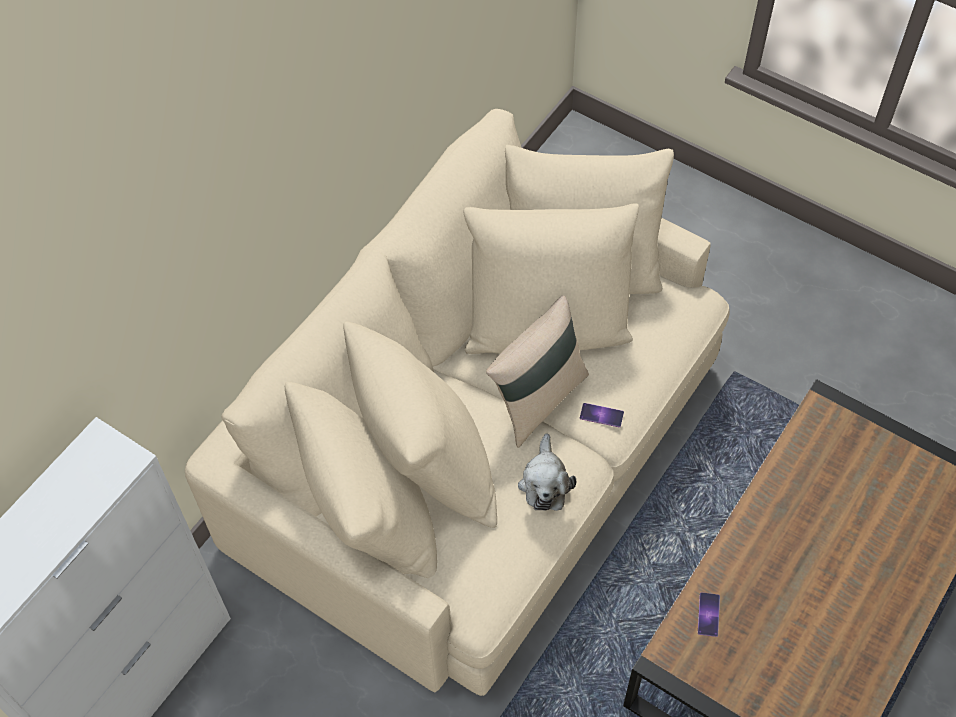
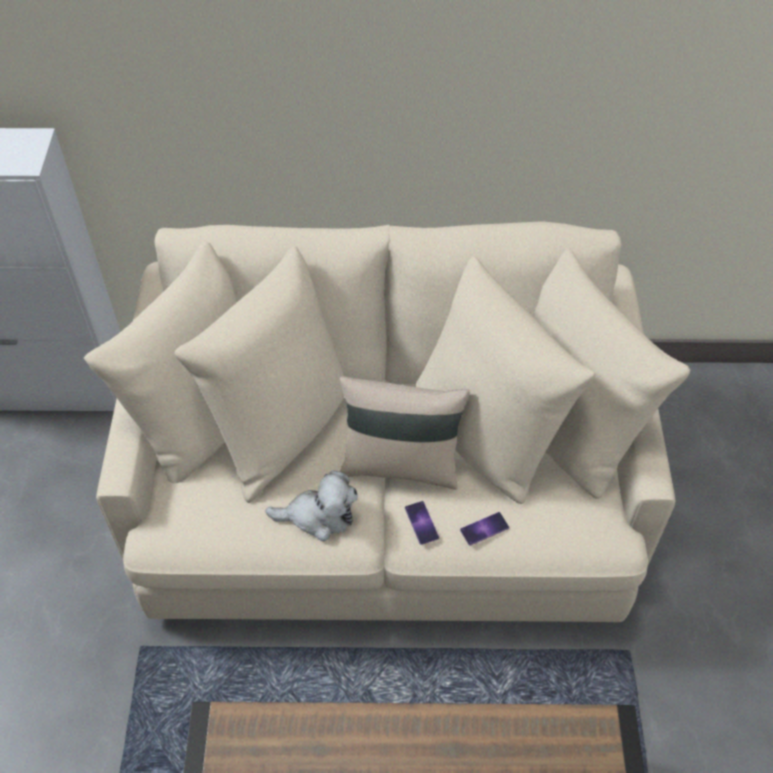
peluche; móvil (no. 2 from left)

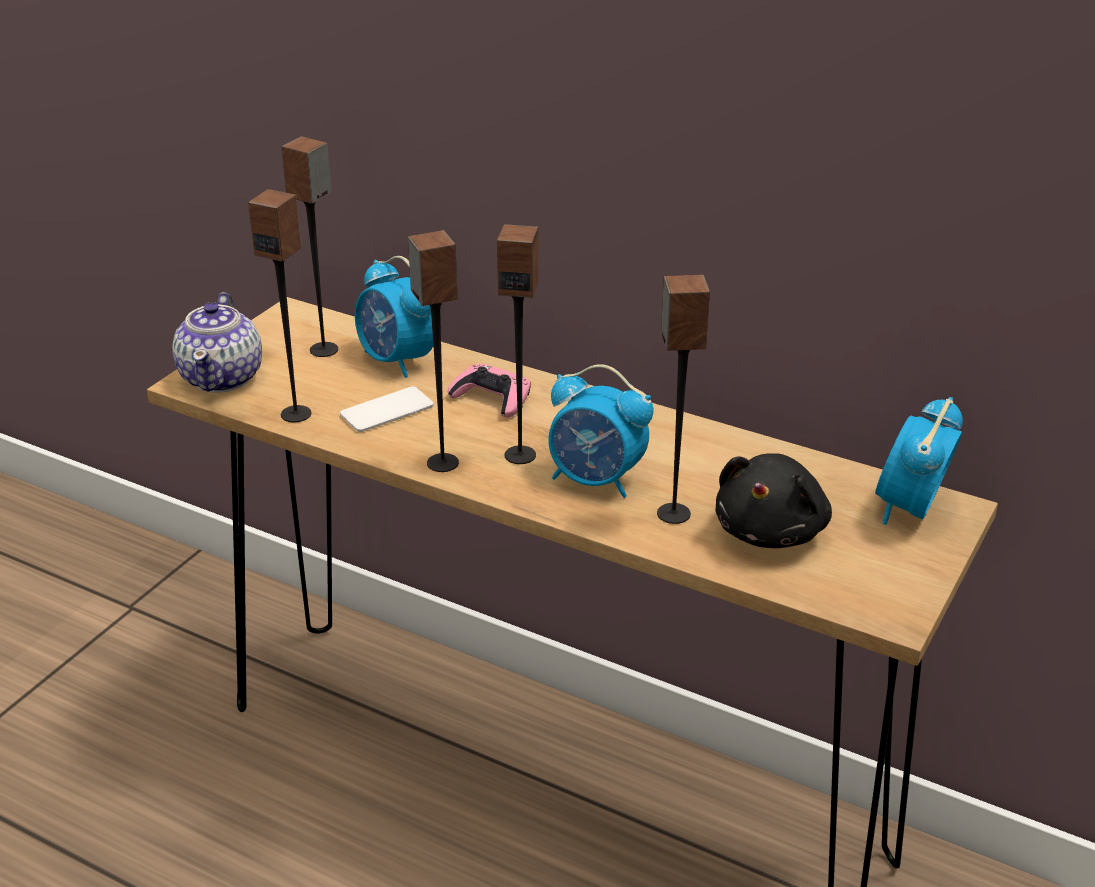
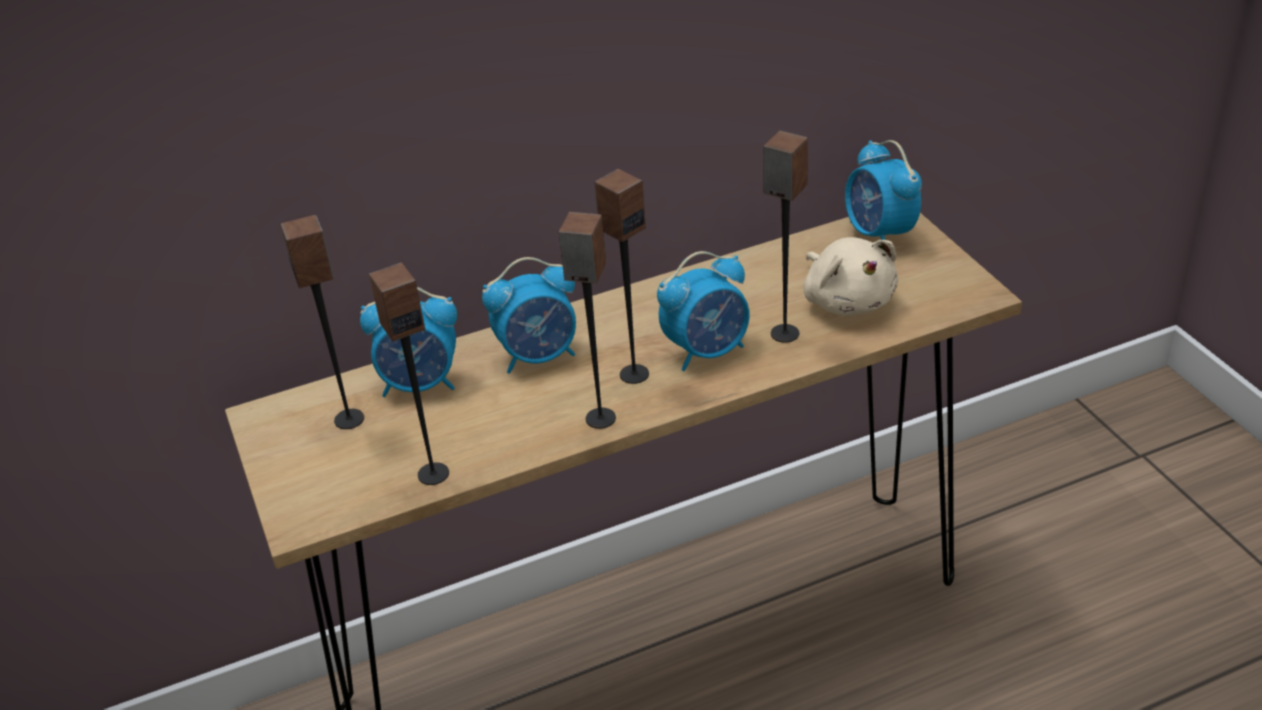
tetera; despertador (no. 2 from left); móvil; peluche/beis

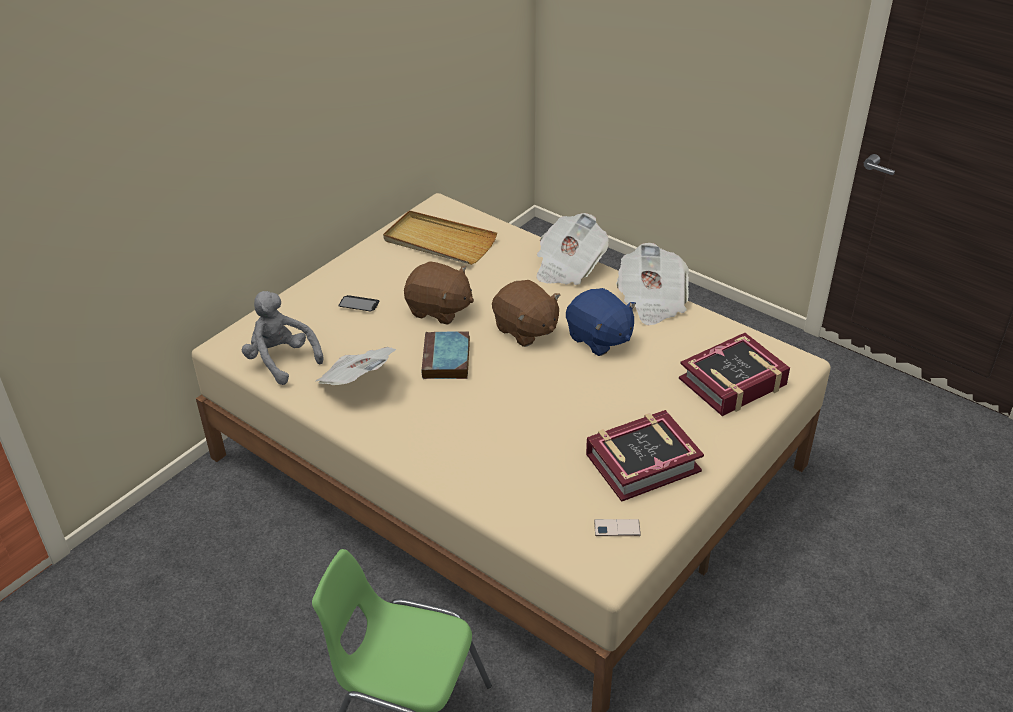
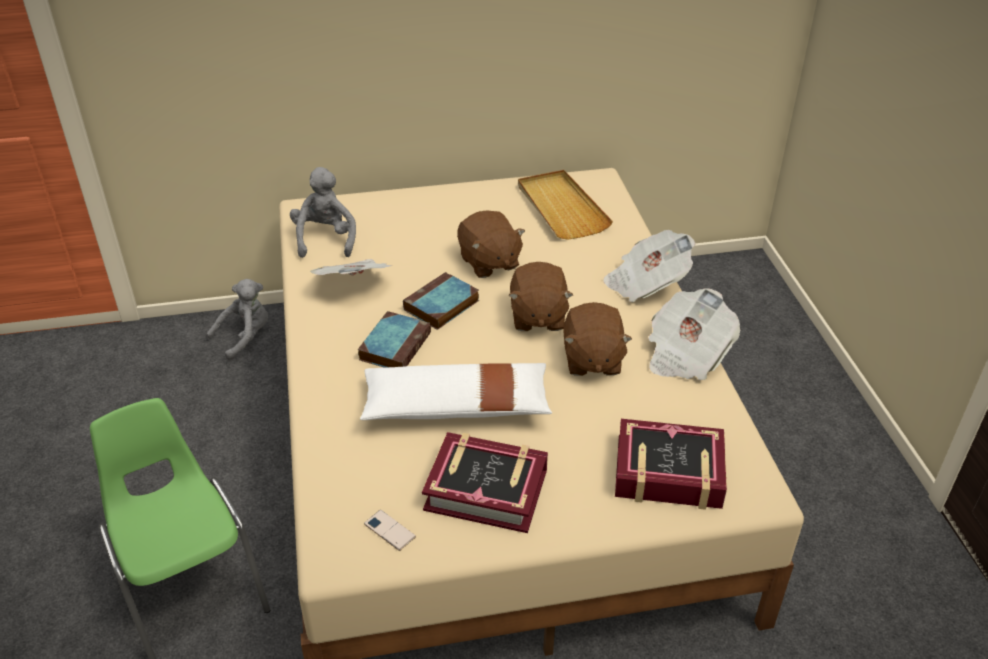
peluche/marrón (no. 3 from left); móvil (no. 1 from left in the first image); peluche/gris (no. 1 from left); libro (no. 1 from left); cojín/blanco

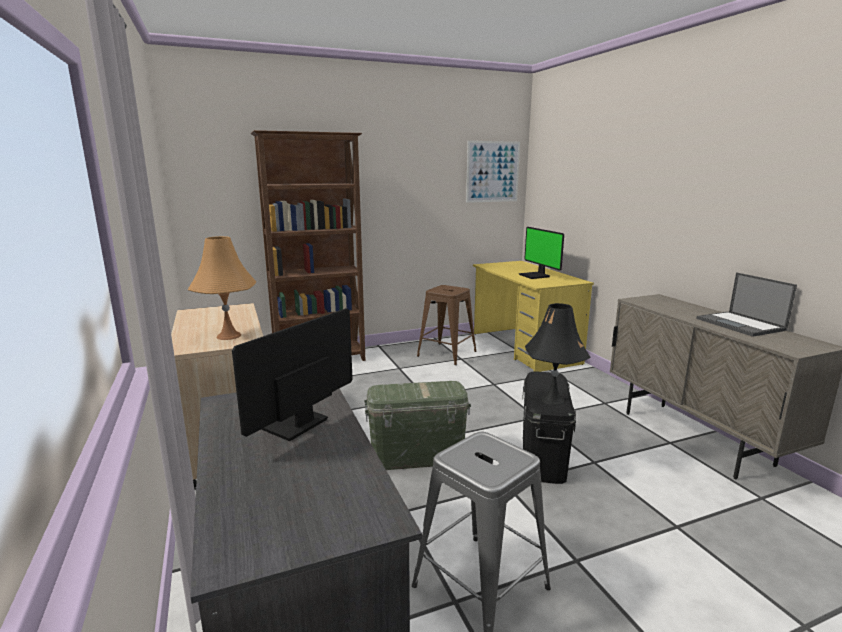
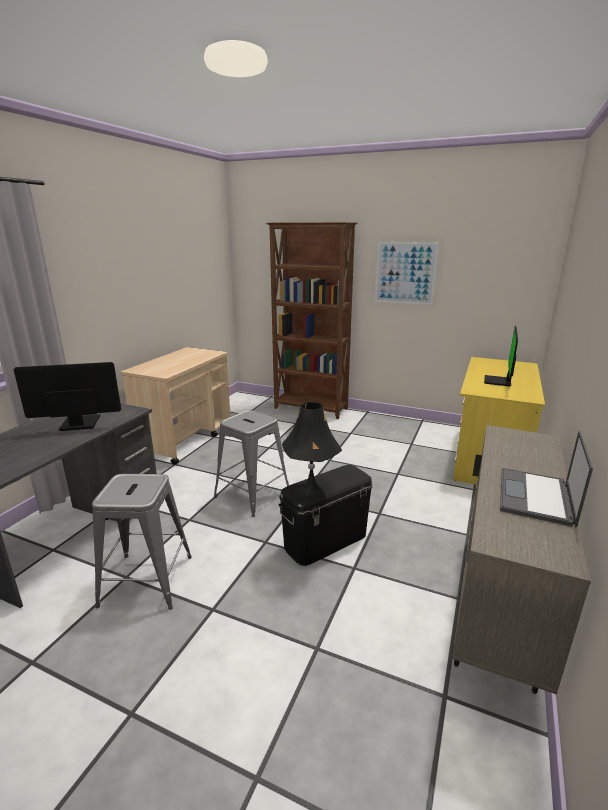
cuadro; lámpara de mesa/naranja; taburete/marrón; taburete/gris (no. 2 from left)

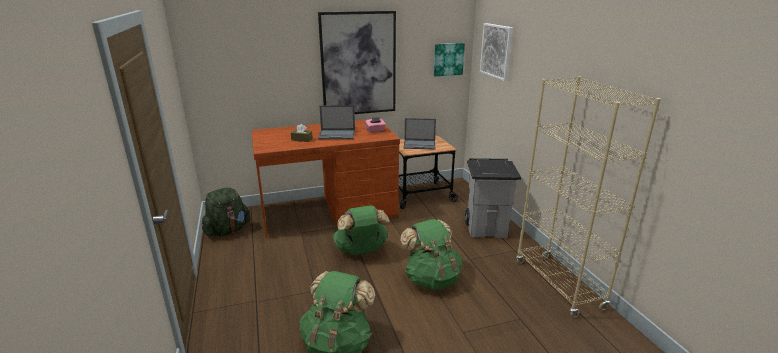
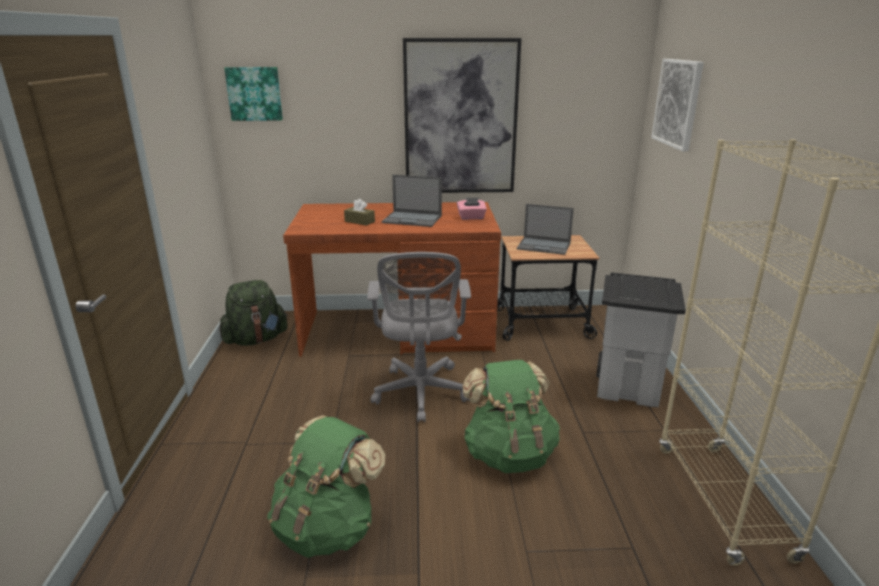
cuadro (no. 1 from left); silla de oficina/gris

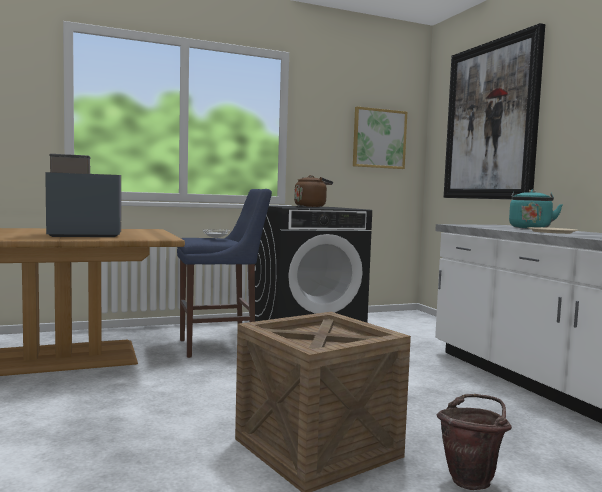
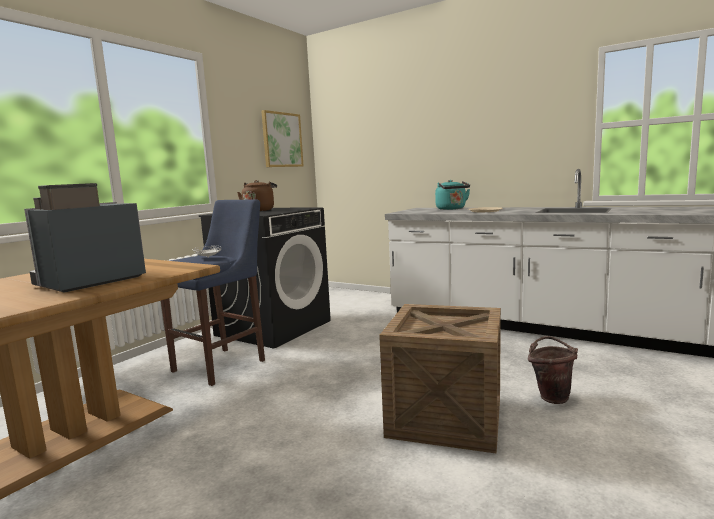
cuadro (no. 2 from left in the first image)

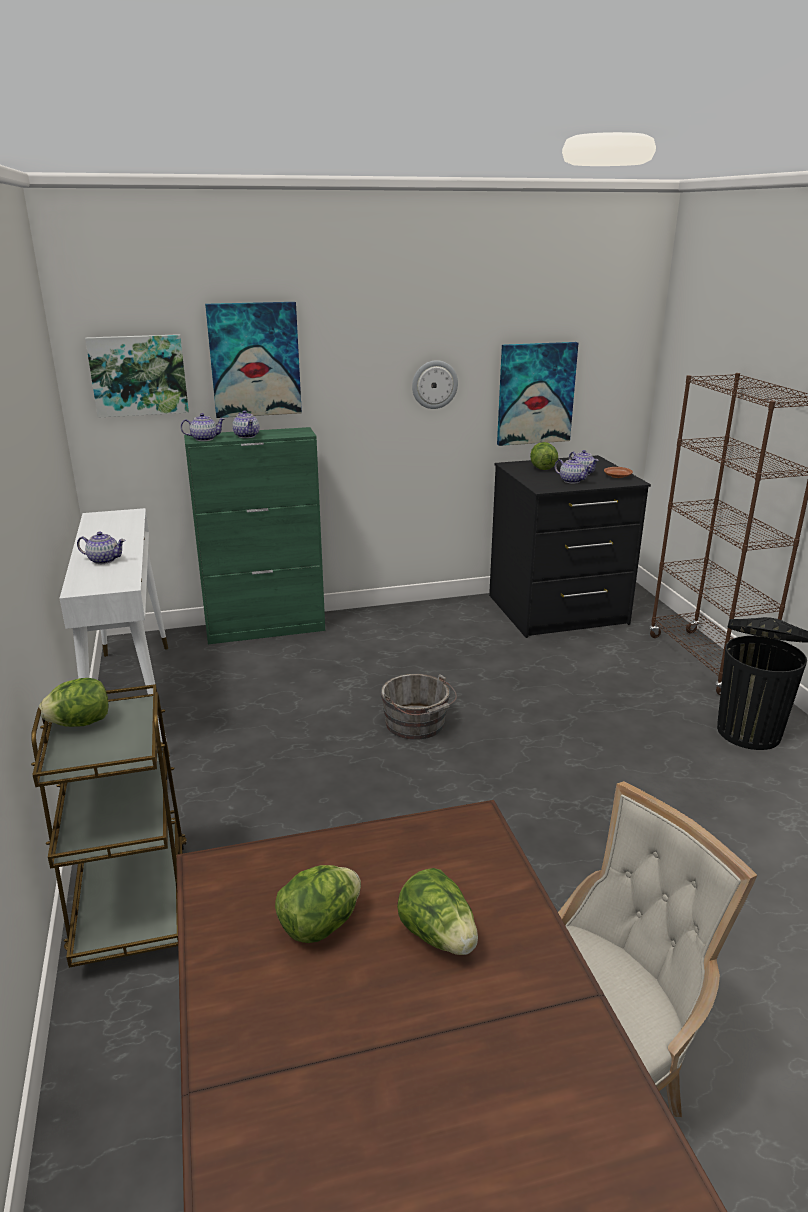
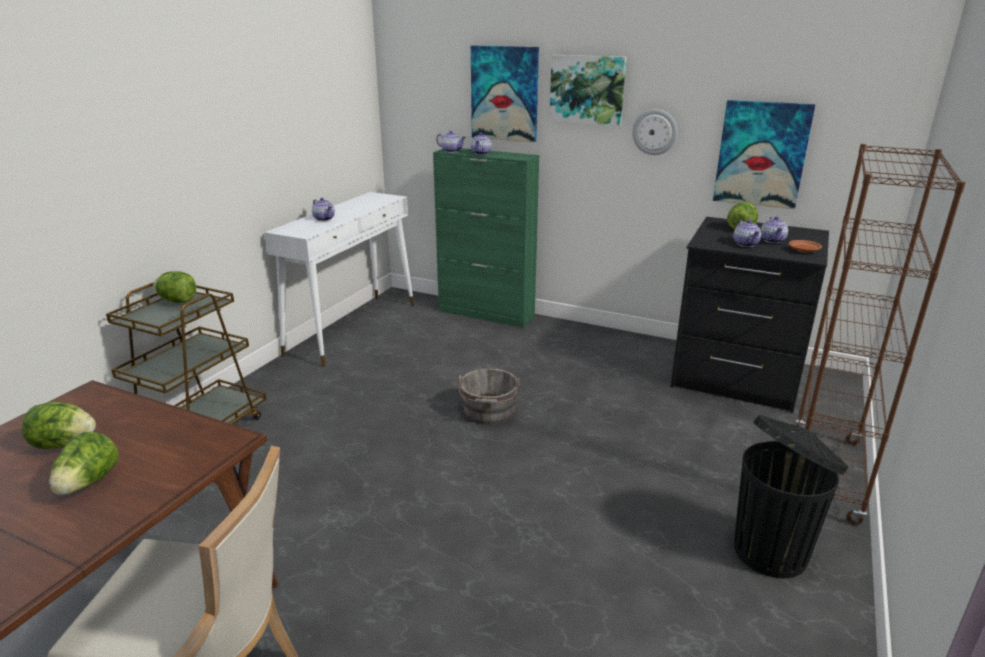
cuadro (no. 2 from left)

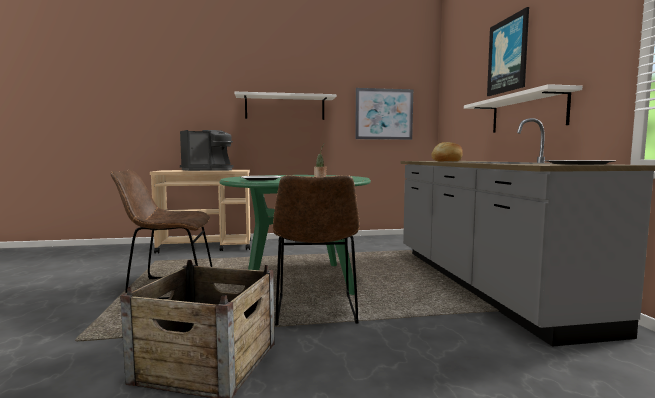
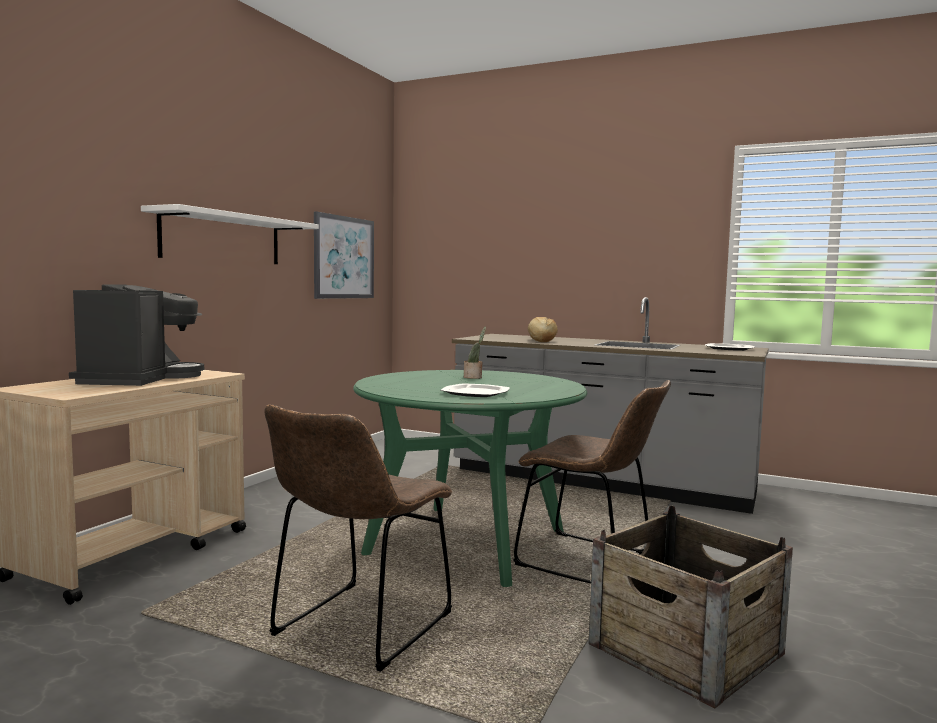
cuadro (no. 2 from left in the first image); estante/blanco (no. 2 from left in the first image)

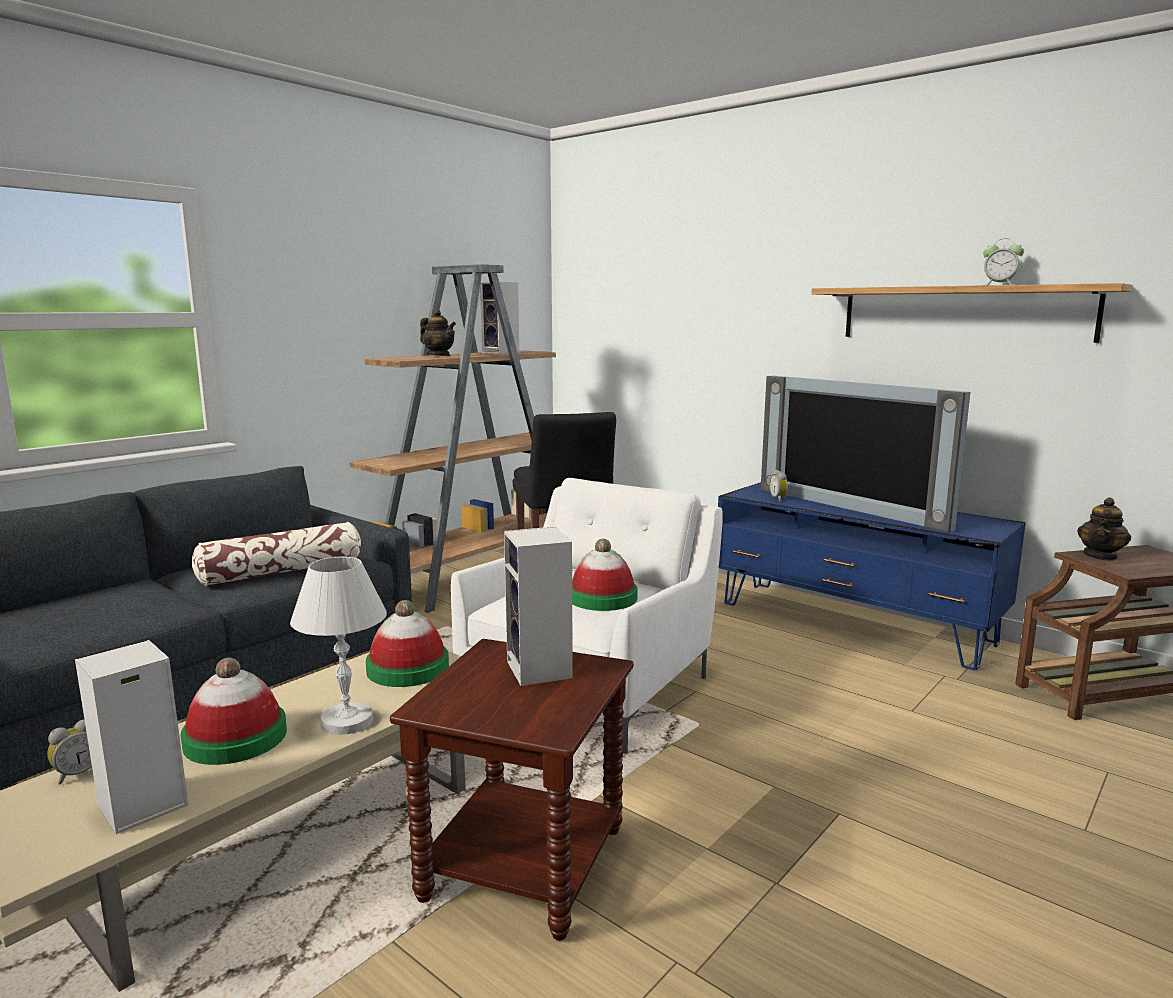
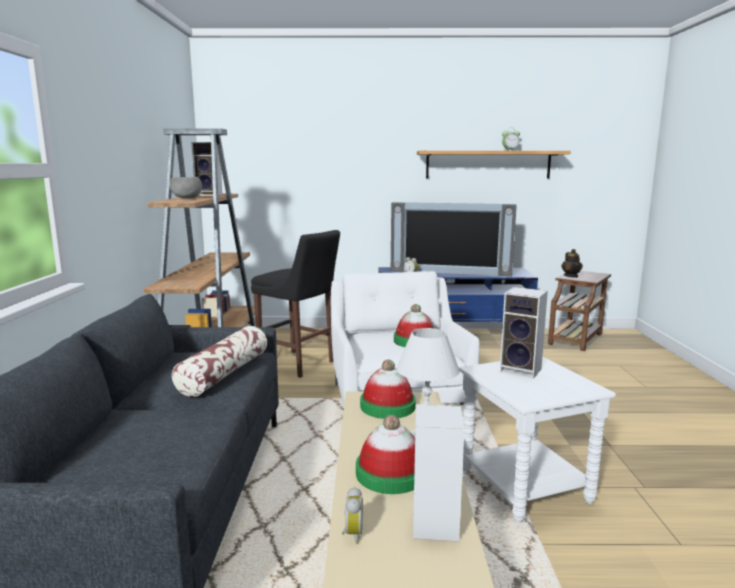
cuenco/gris; mesa auxiliar/blanco

